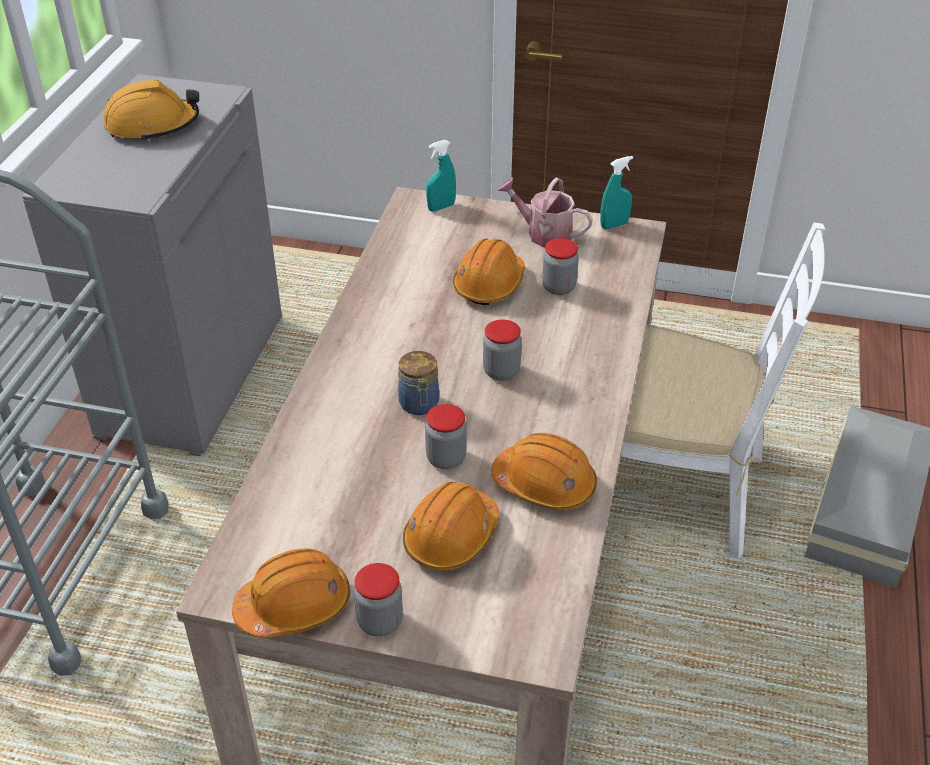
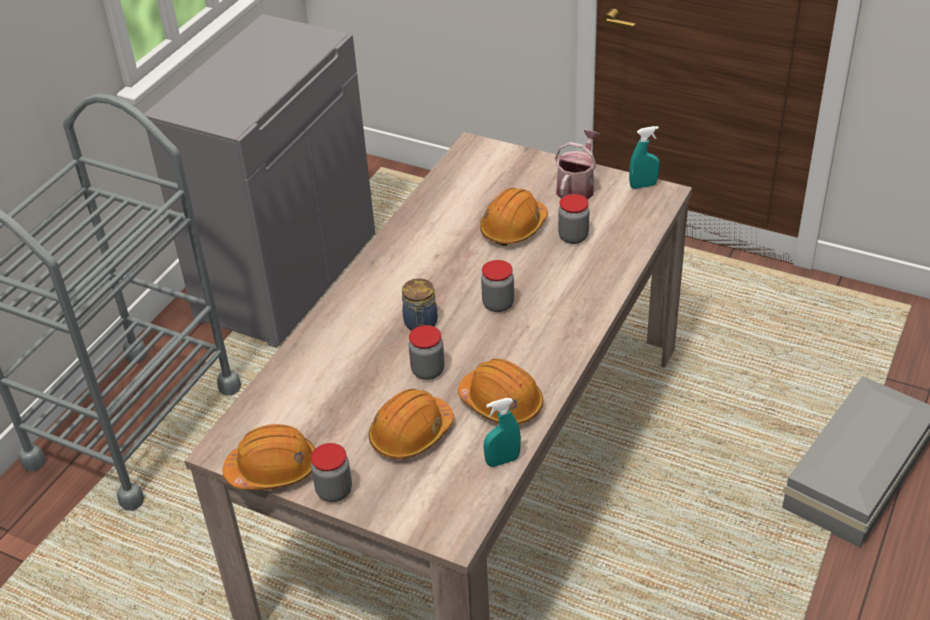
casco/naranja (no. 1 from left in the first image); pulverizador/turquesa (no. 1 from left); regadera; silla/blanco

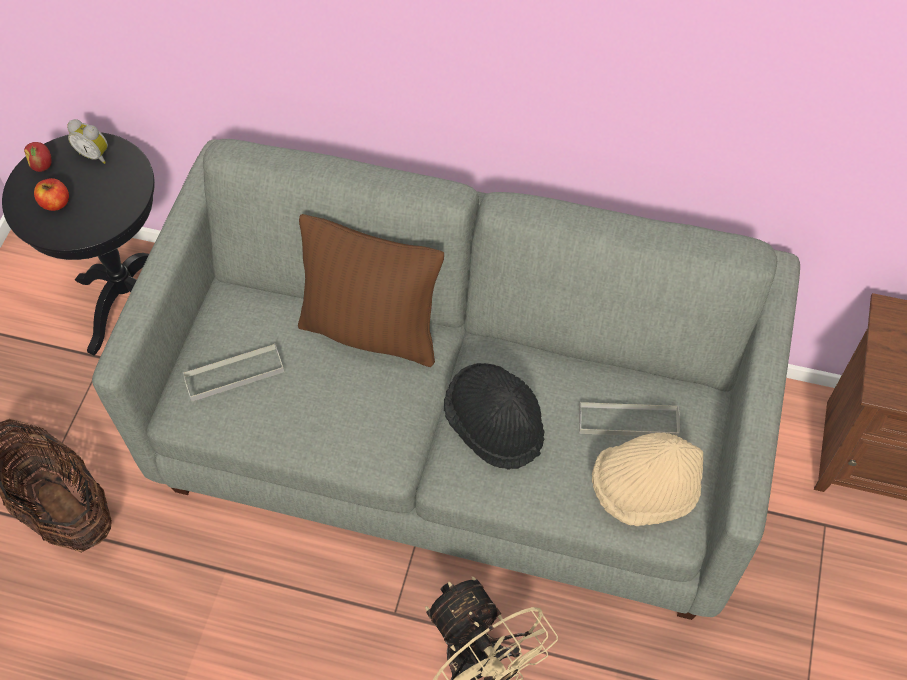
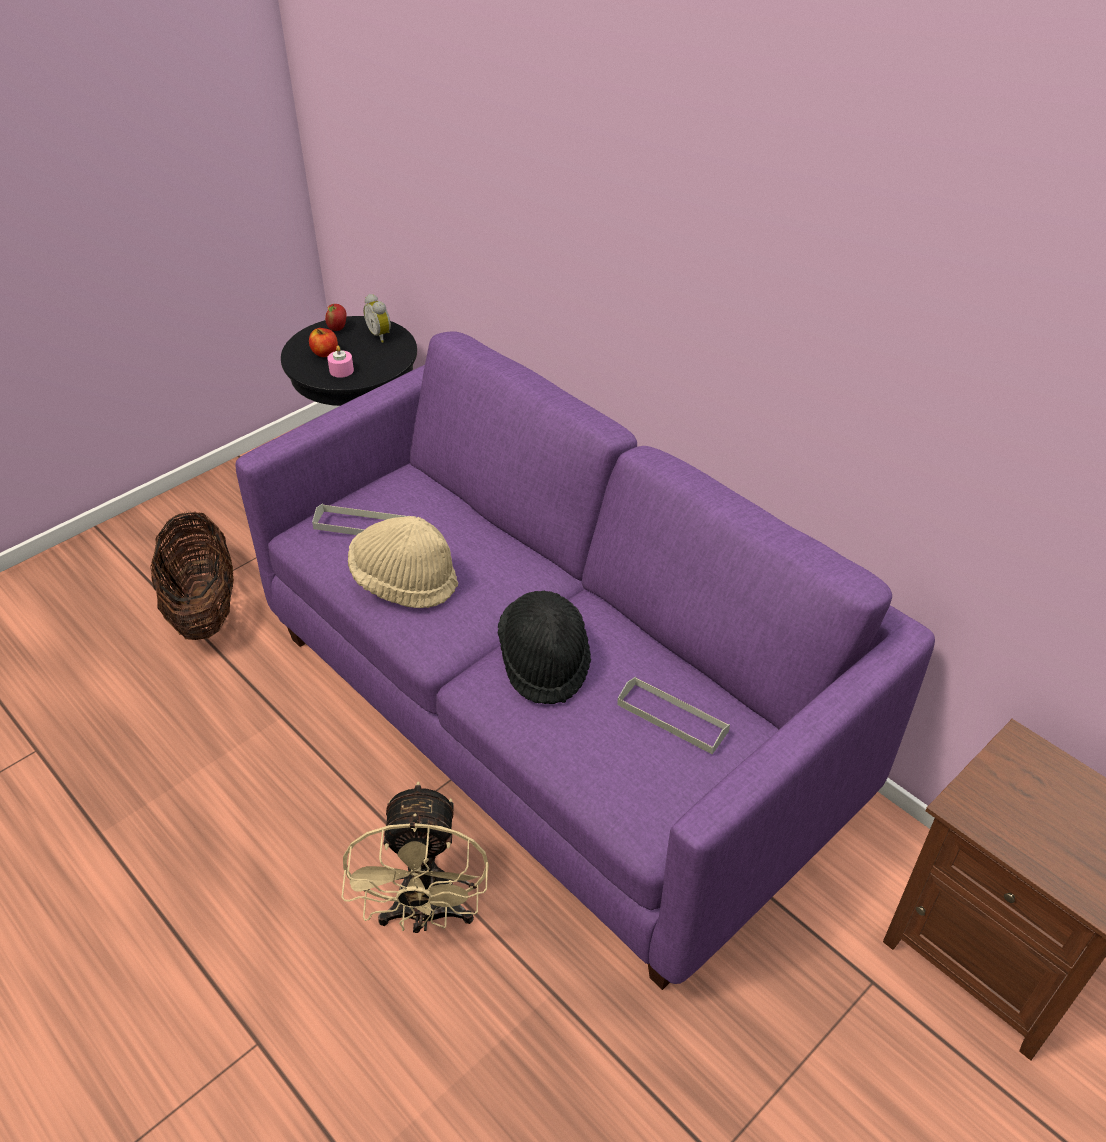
sofá/morado; cojín/marrón; sombrero/beis; vela/rosa

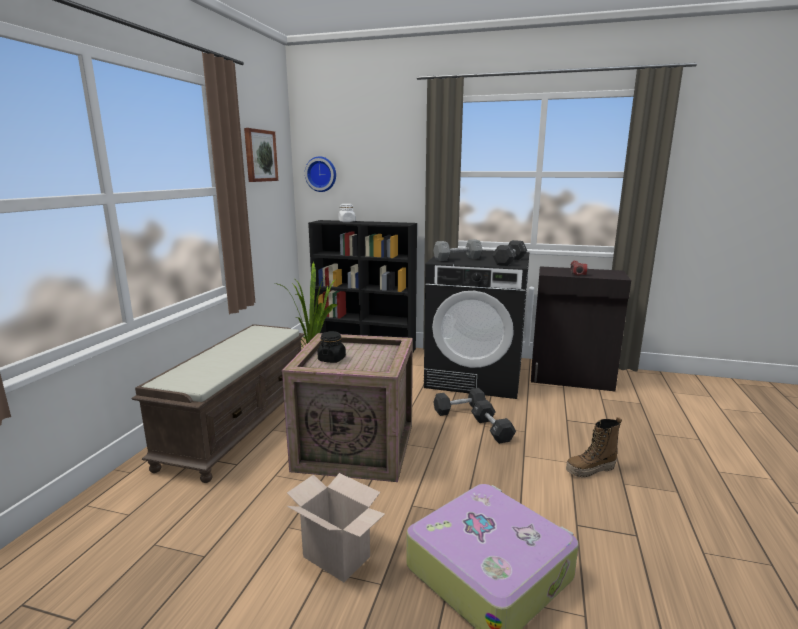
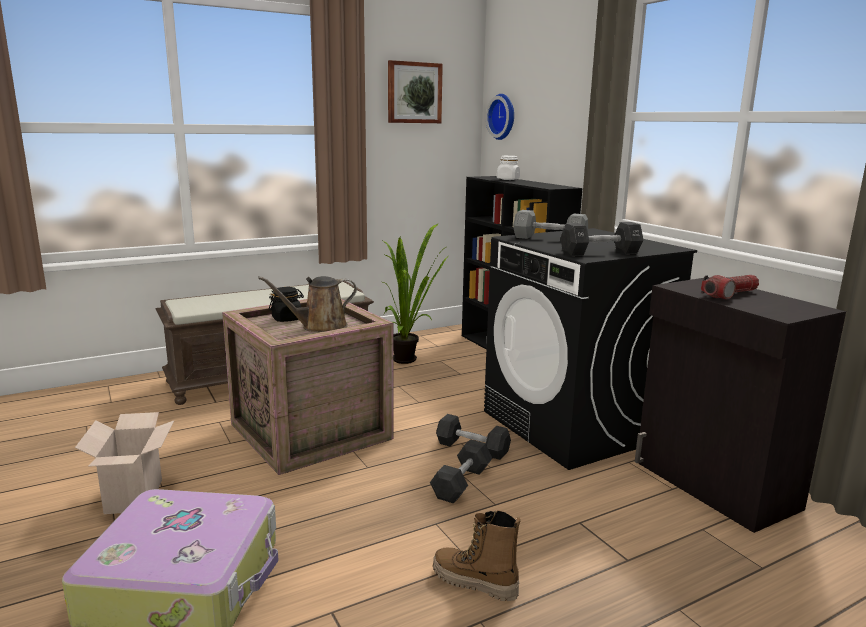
regadera/marrón

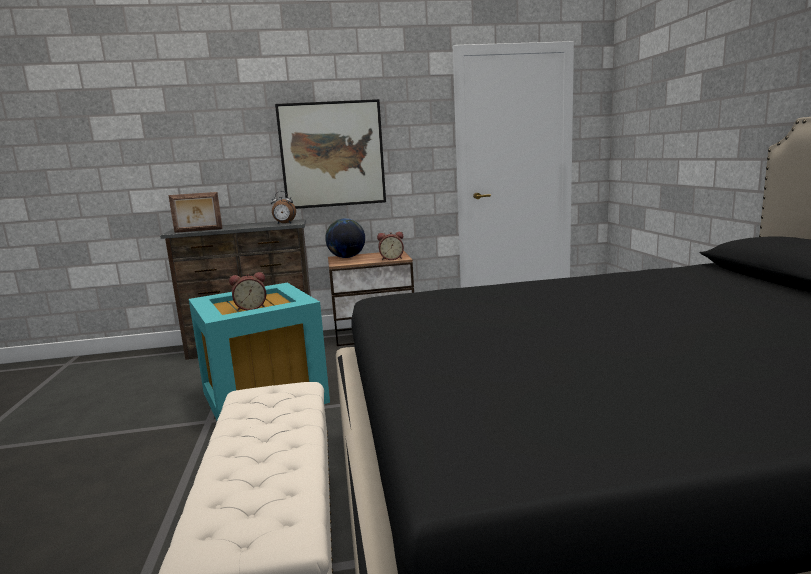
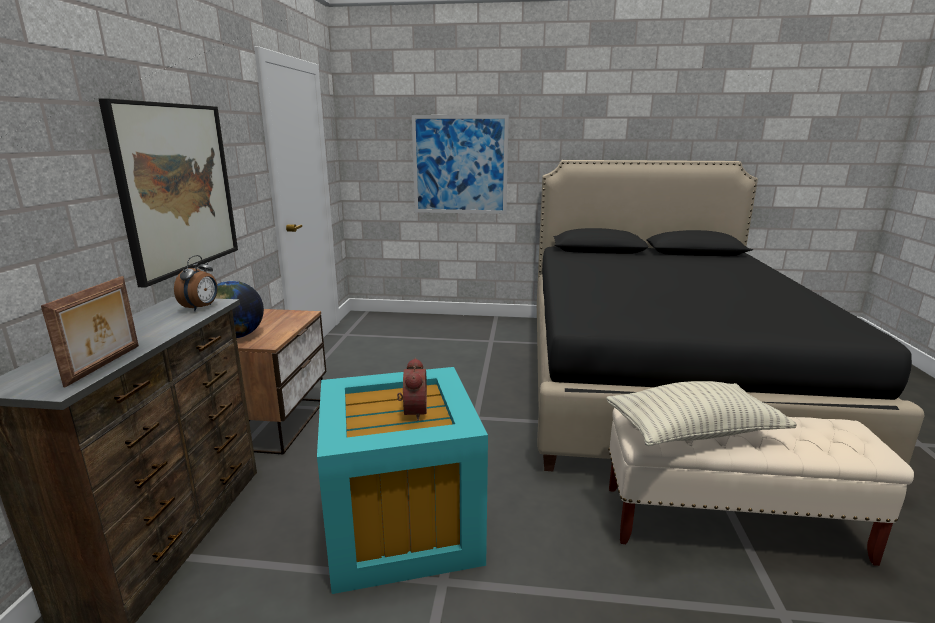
despertador (no. 3 from left in the first image); cuadro (no. 2 from left); cojín

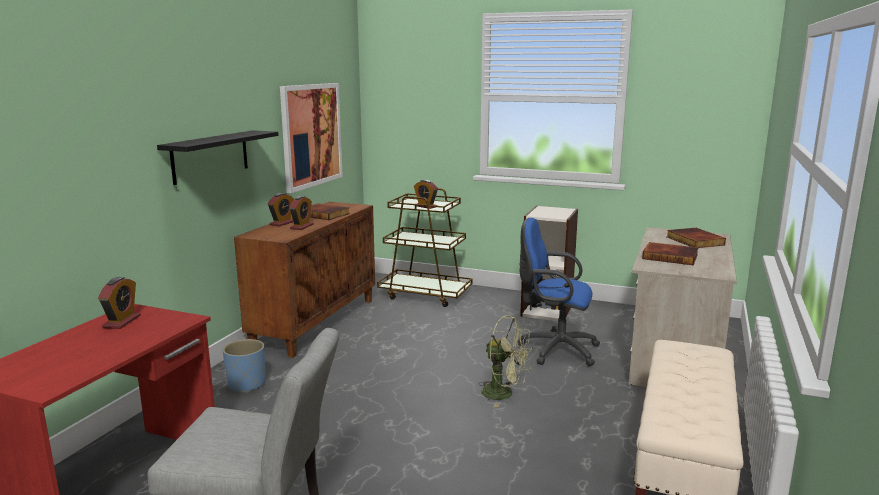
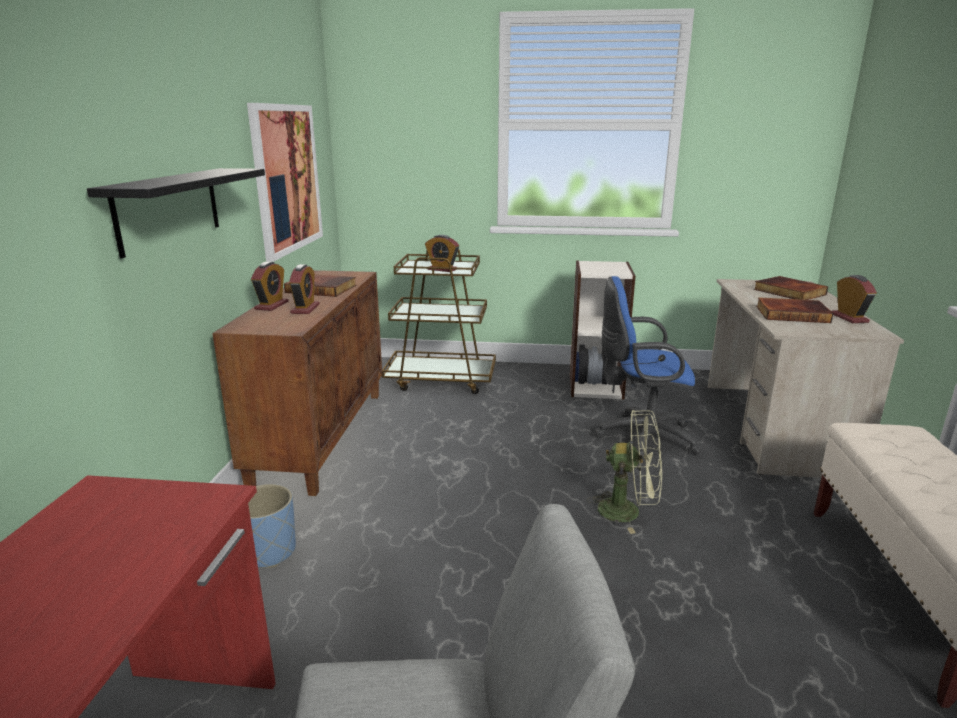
despertador (no. 4 from left)

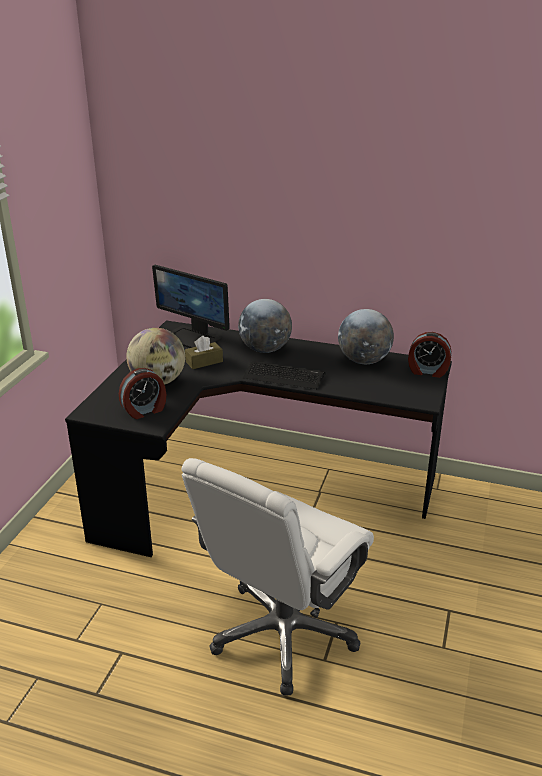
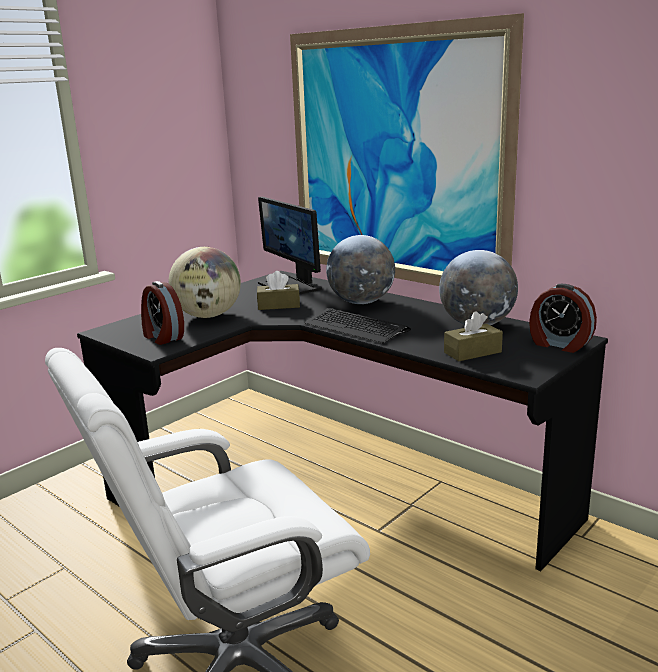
despertador (no. 1 from left); cuadro; caja de pañuelos/marrón (no. 2 from left)

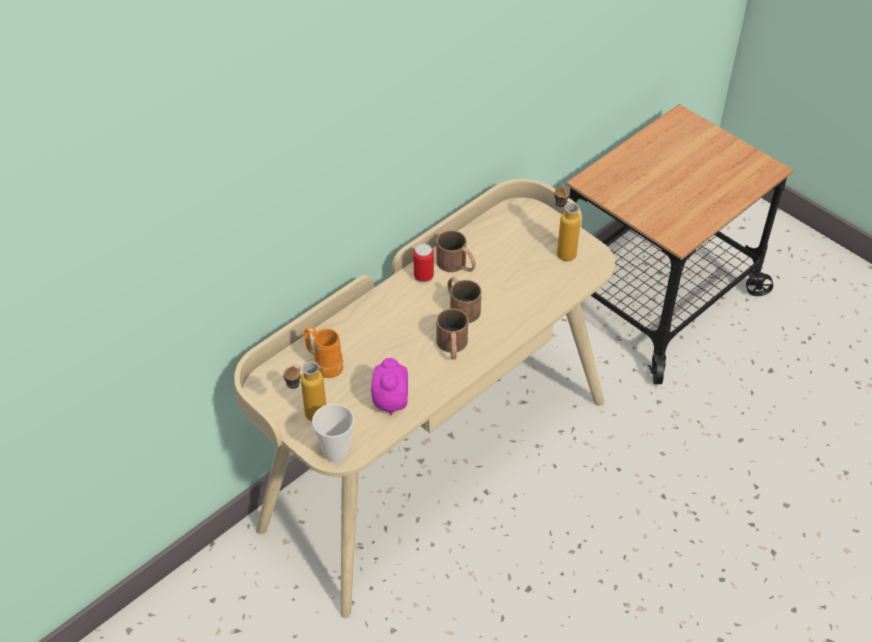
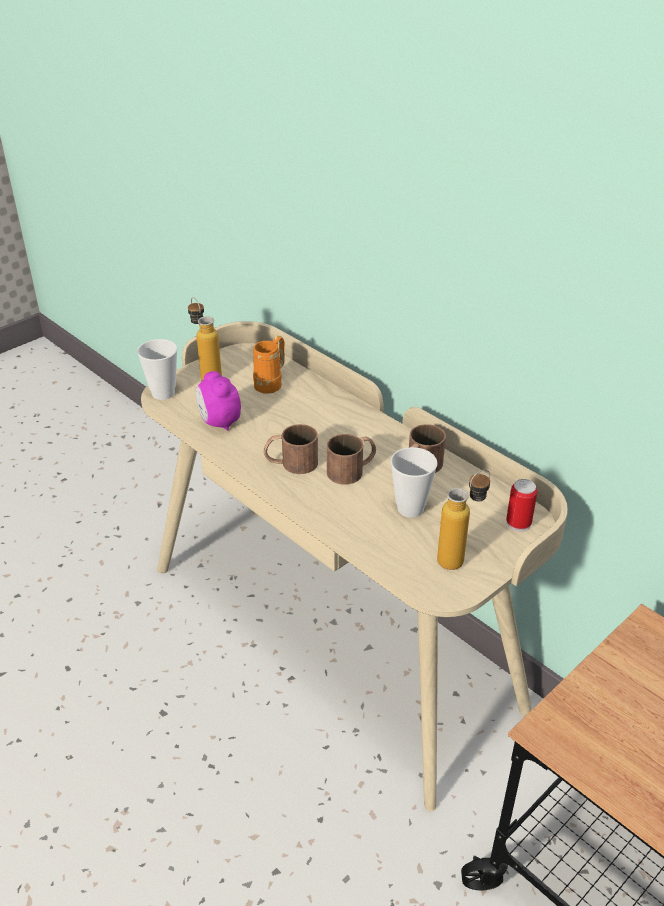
lata; despertador; taza (no. 2 from left)

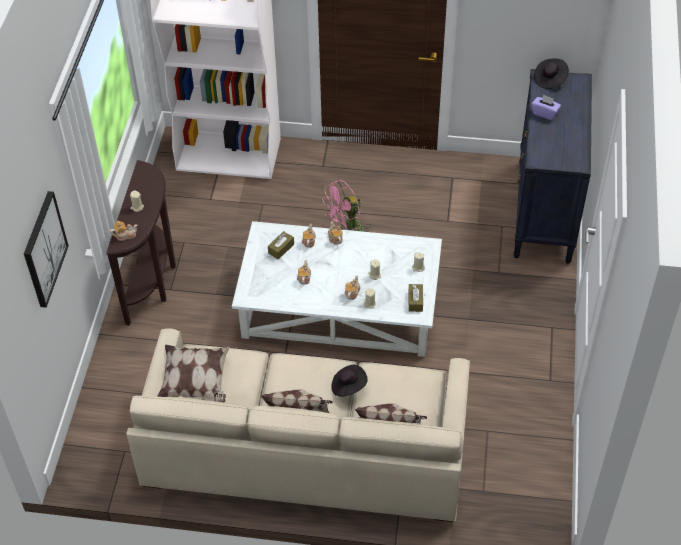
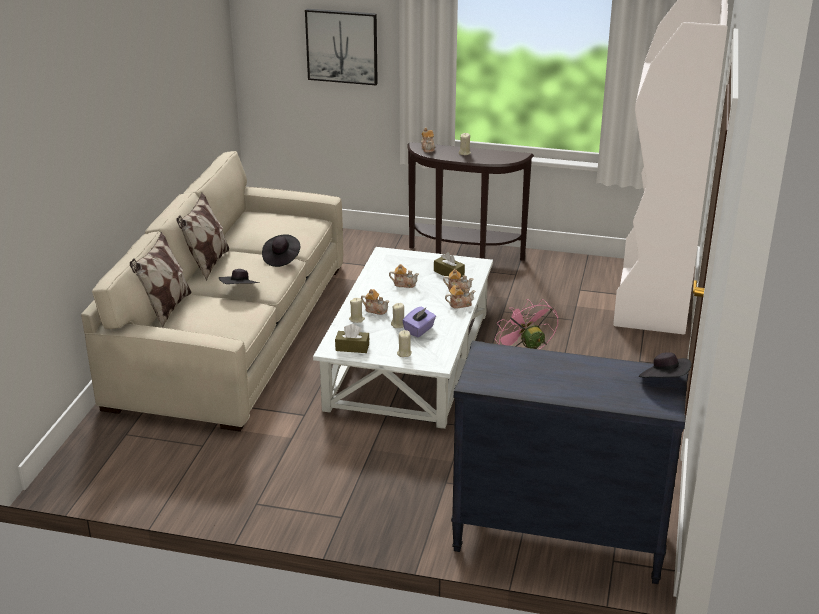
caja de pañuelos/morado; cojín (no. 1 from left in the first image); sombrero/negro (no. 2 from left)

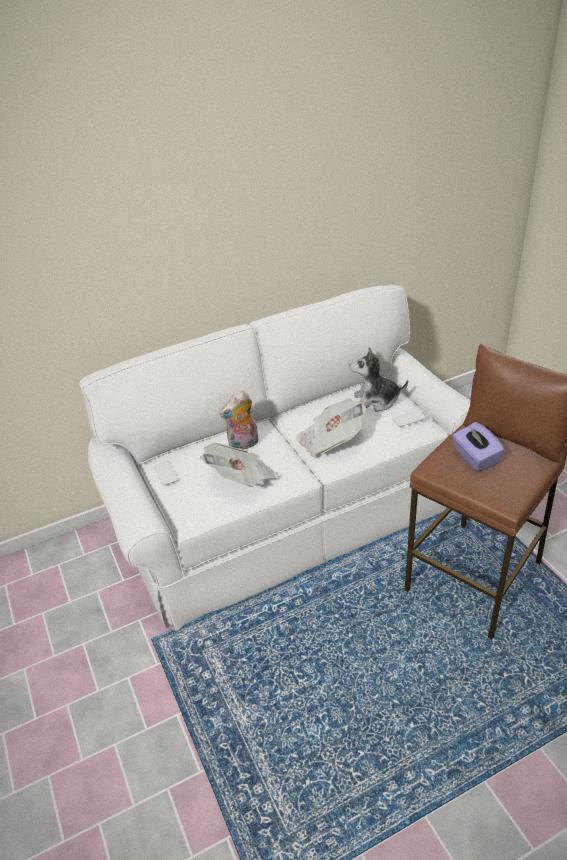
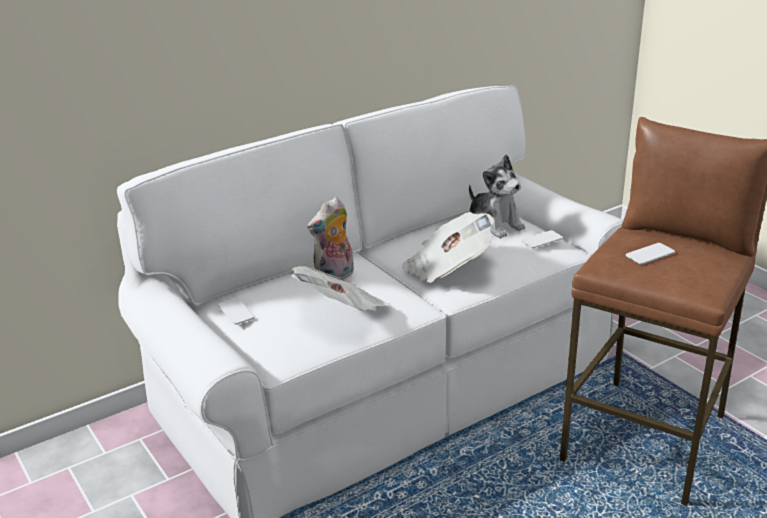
peluche (no. 2 from left); móvil (no. 3 from left)

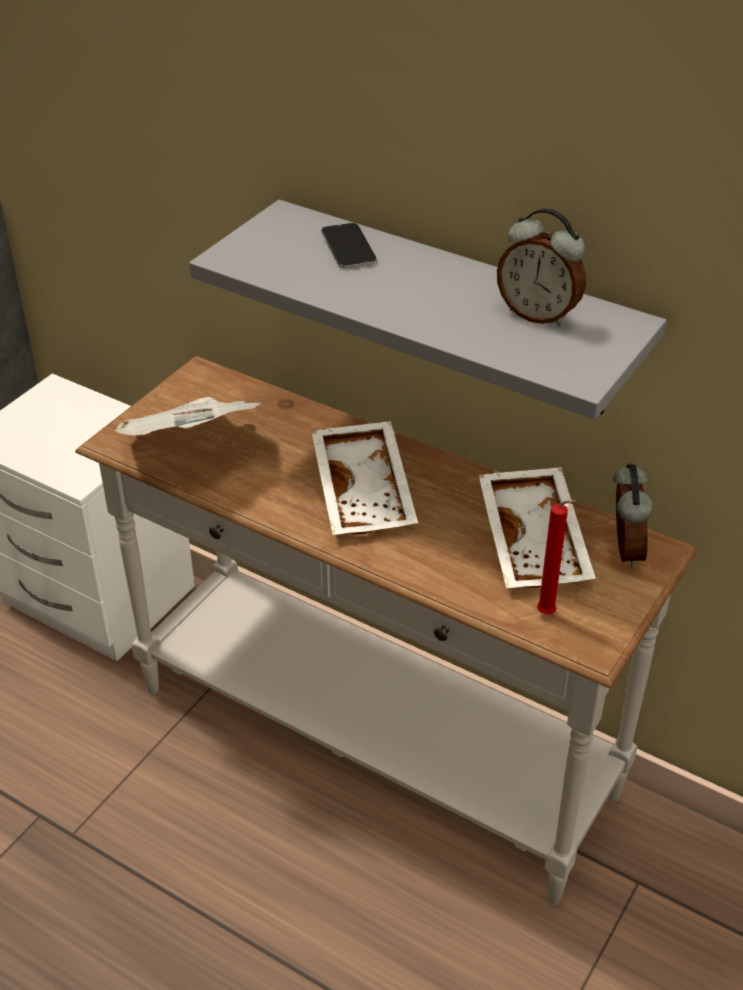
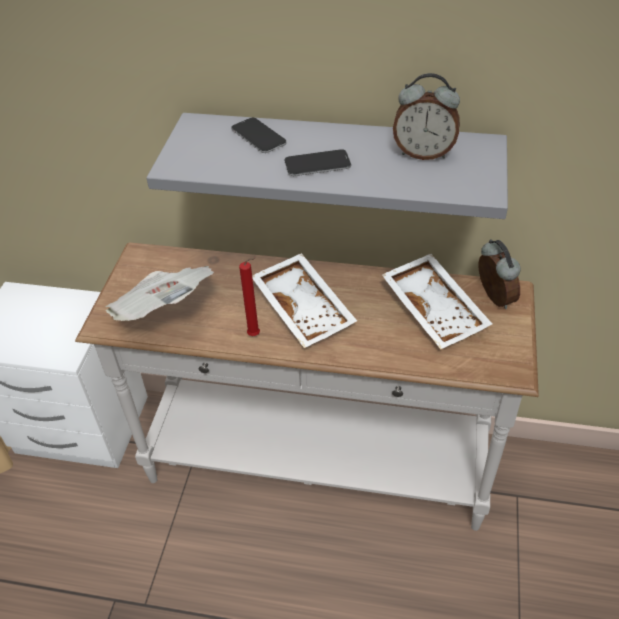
vela/rojo; móvil (no. 2 from left)

